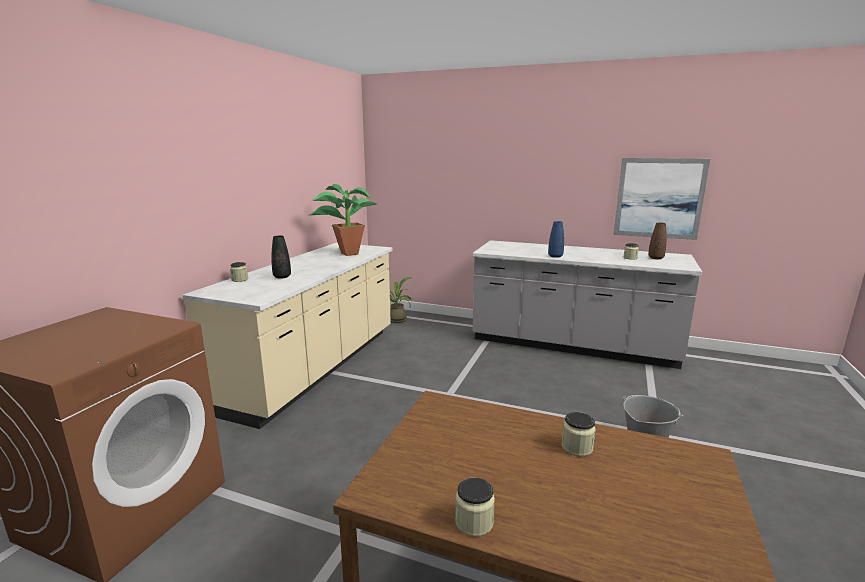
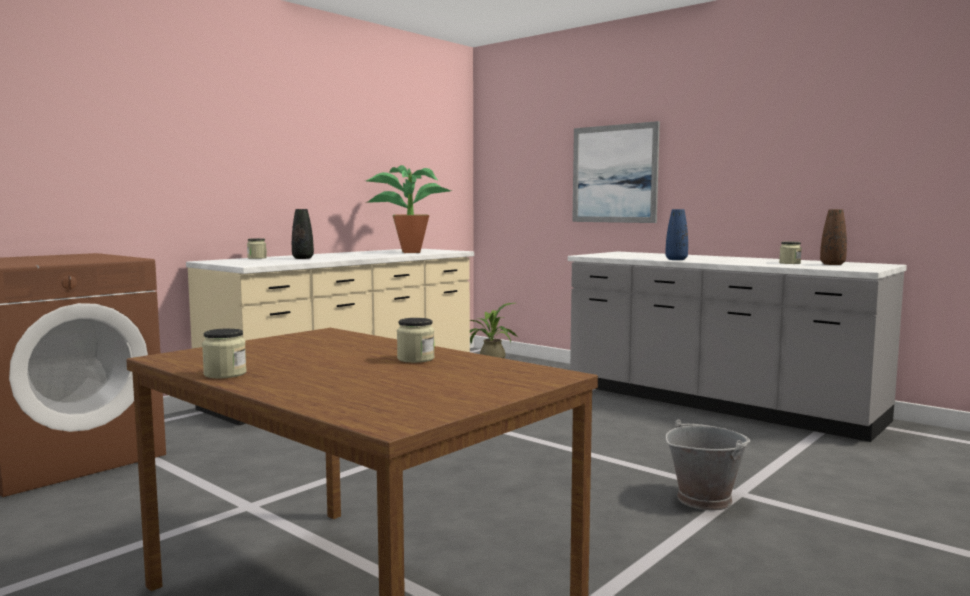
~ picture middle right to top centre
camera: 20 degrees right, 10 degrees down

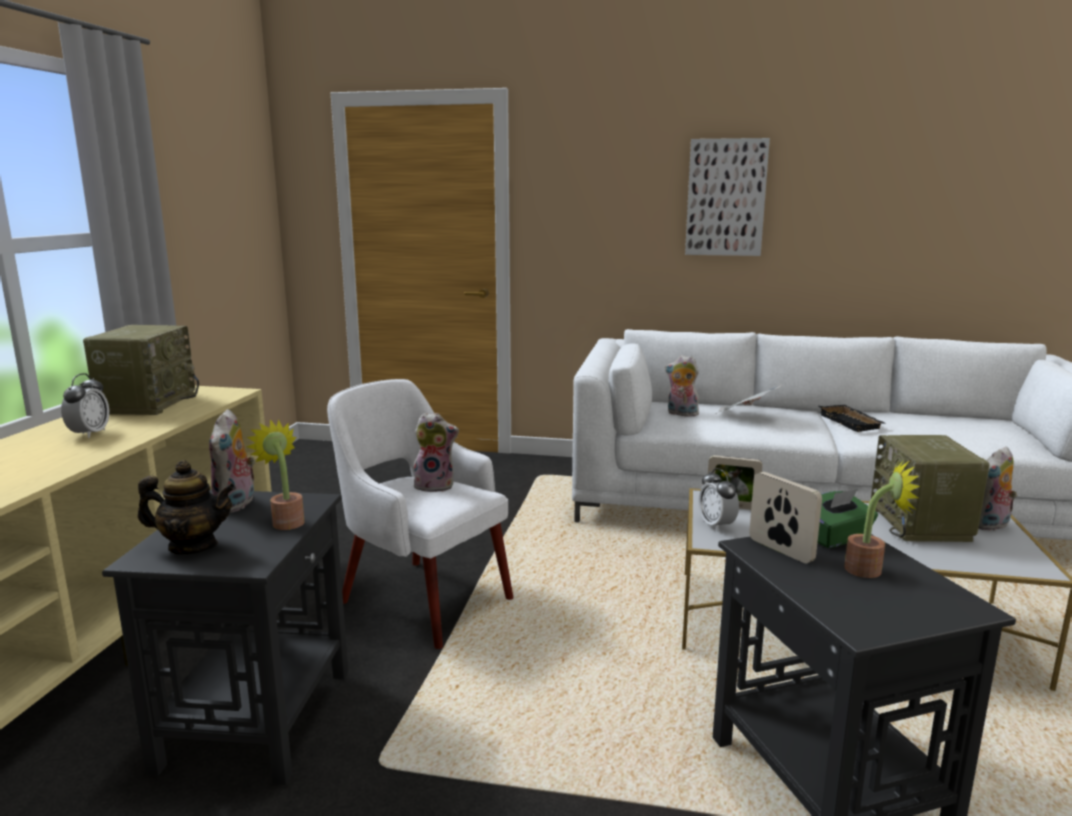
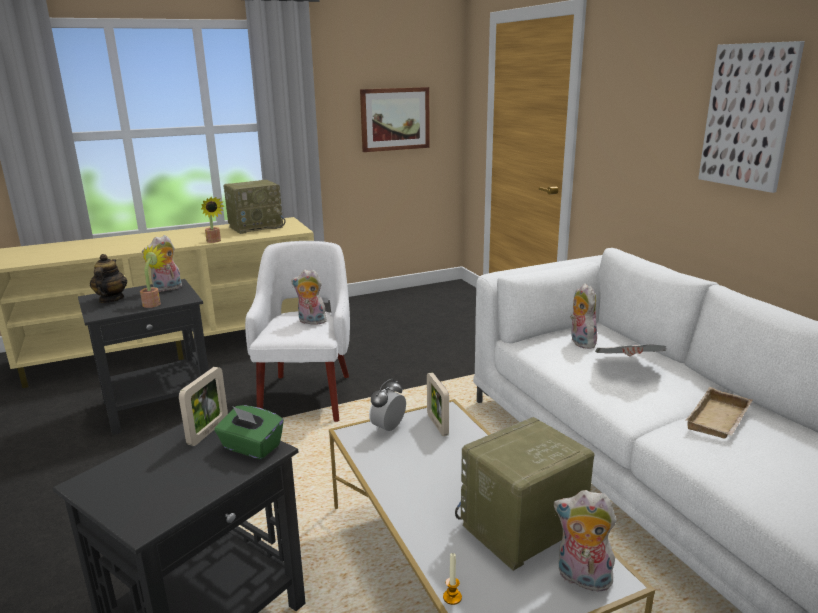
- alarm clock (no. 1 from left) middle left
+ picture (no. 1 from left) top centre
+ candle bottom centre
~ potted plant (no. 2 from left) middle right to middle left
~ black tray middle right to beige tray bottom right
~ teapot middle left = middle left 150 degrees counterclockwise
~ plush toy (no. 2 from left) centre = centre 135 degrees clockwise
camera: 55 degrees right, 5 degrees up

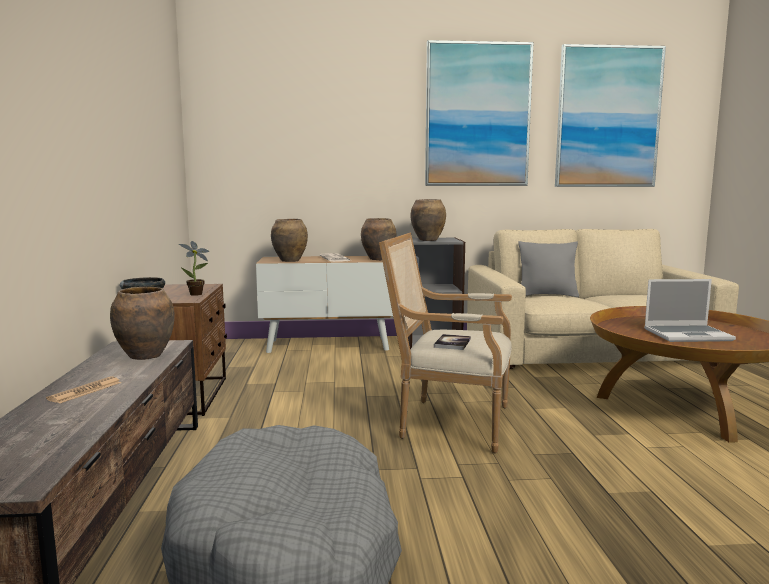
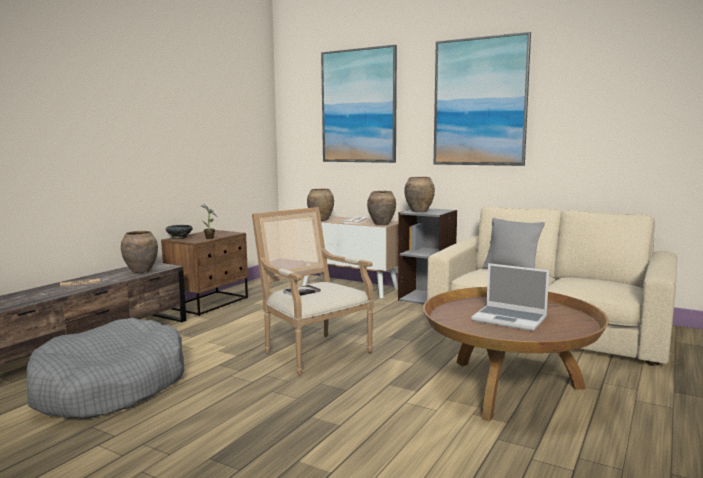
~ picture (no. 2 from left in the first image) top right to picture (no. 1 from left) top centre
camera: 35 degrees right, 0 degrees up

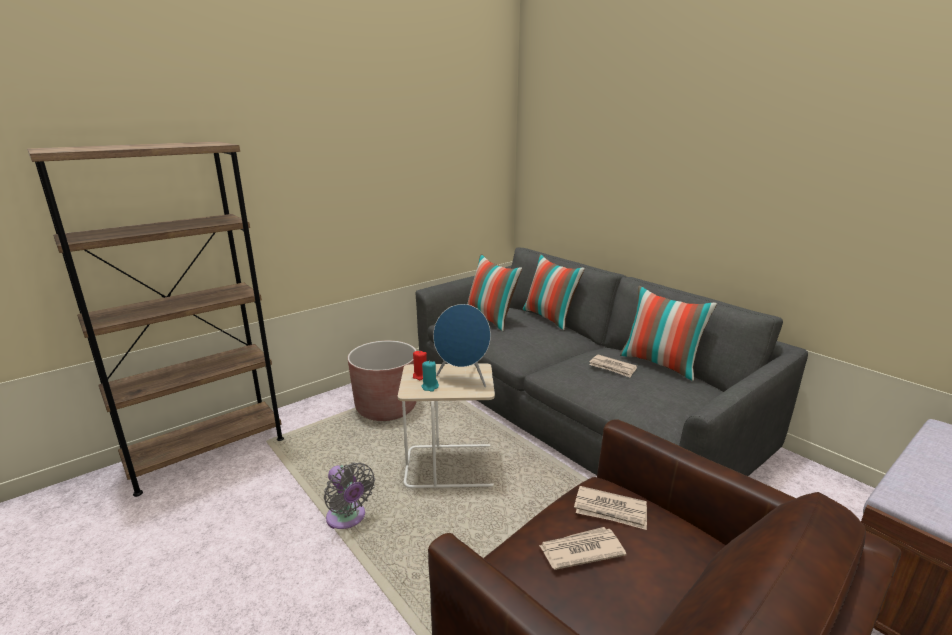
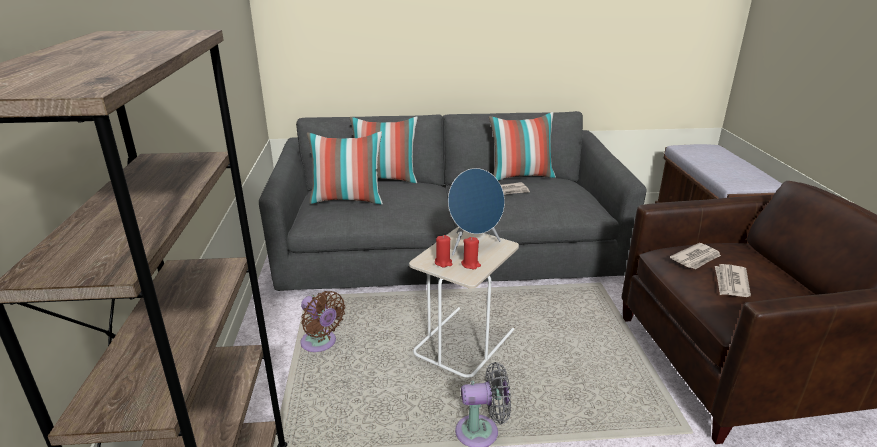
~ brown planter centre to brown fan bottom centre
~ turquoise candle centre to red candle (no. 2 from left) centre
camera: 55 degrees left, 5 degrees up

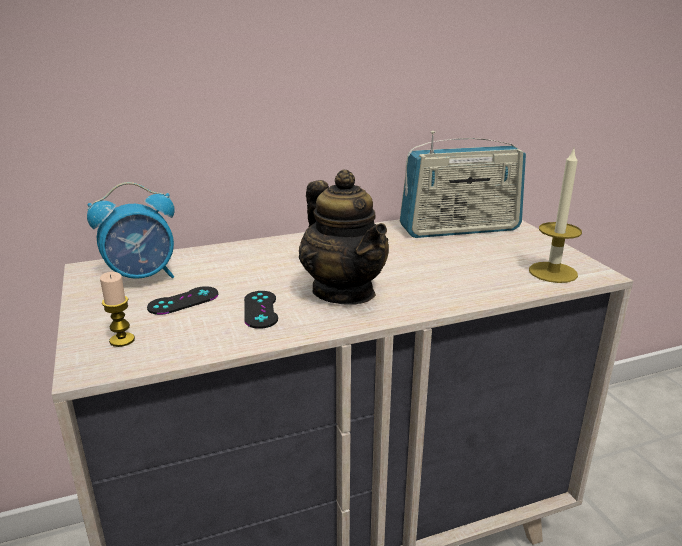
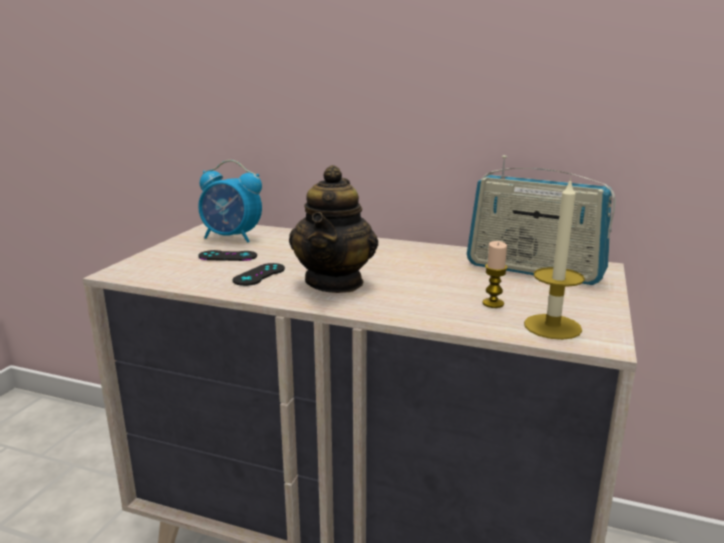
~ candle (no. 1 from left) middle left to middle right
camera: 40 degrees right, 5 degrees down

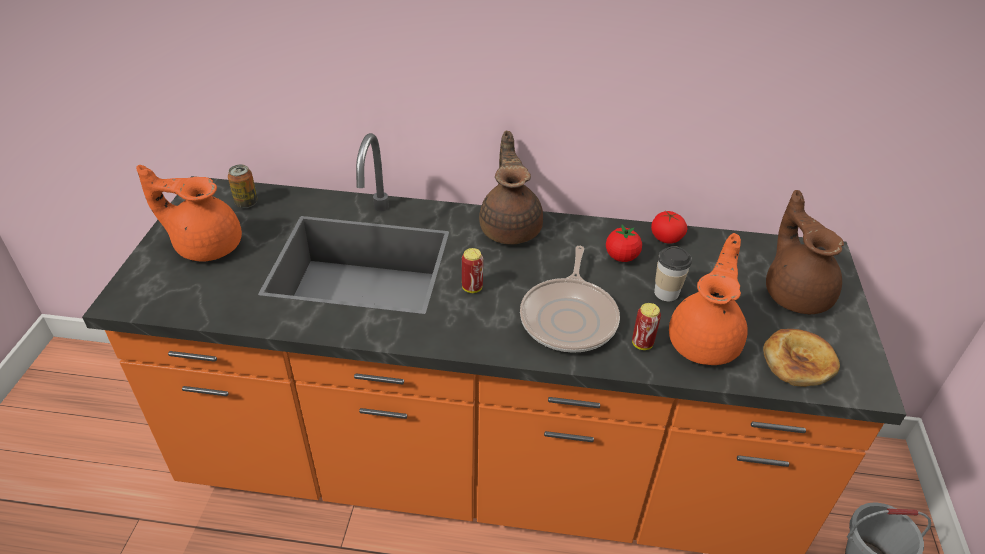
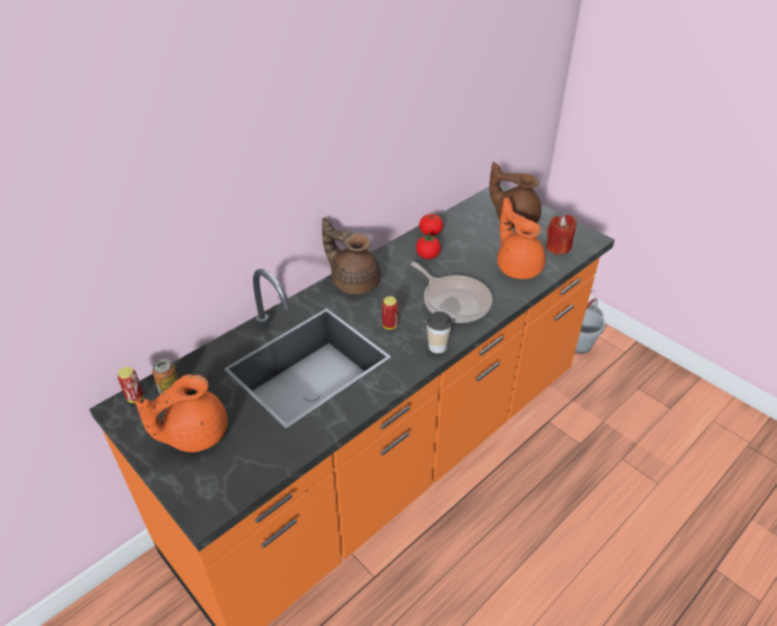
~ can (no. 3 from left in the first image) centre to can (no. 1 from left) middle left
~ cup middle right to centre
~ bread middle right to red candle middle right
camera: 50 degrees left, 0 degrees up

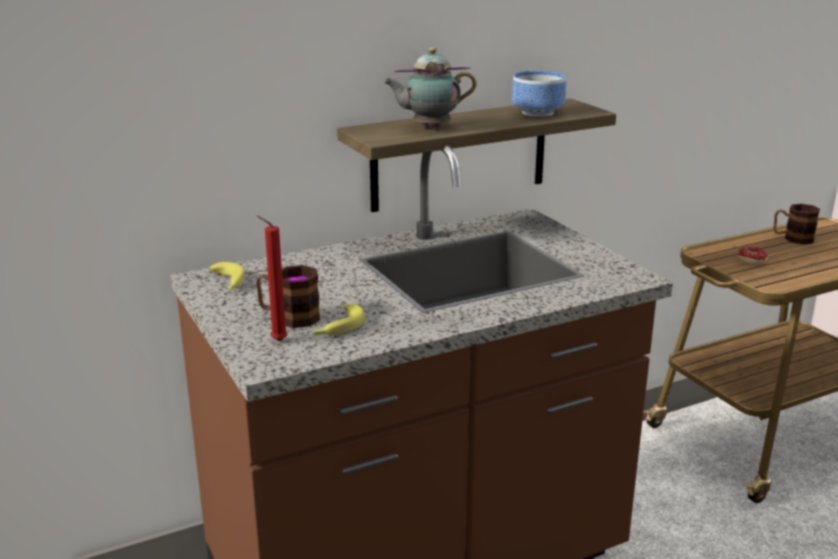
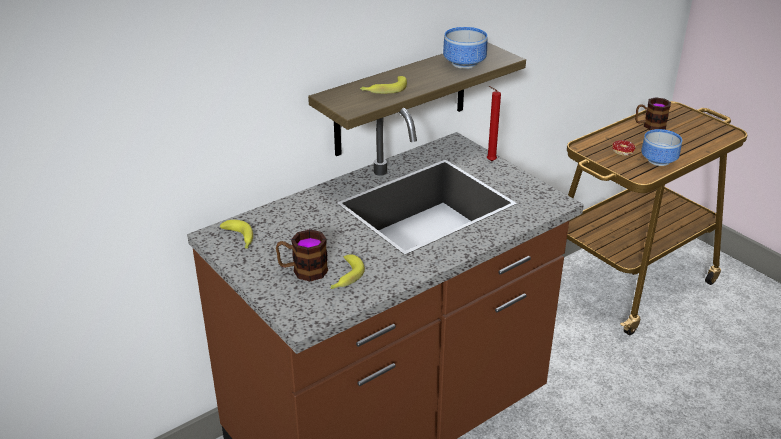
+ bowl (no. 2 from left) middle right
~ red candle middle left to top centre
~ teapot top centre to banana (no. 3 from left) top centre
camera: 10 degrees left, 10 degrees up

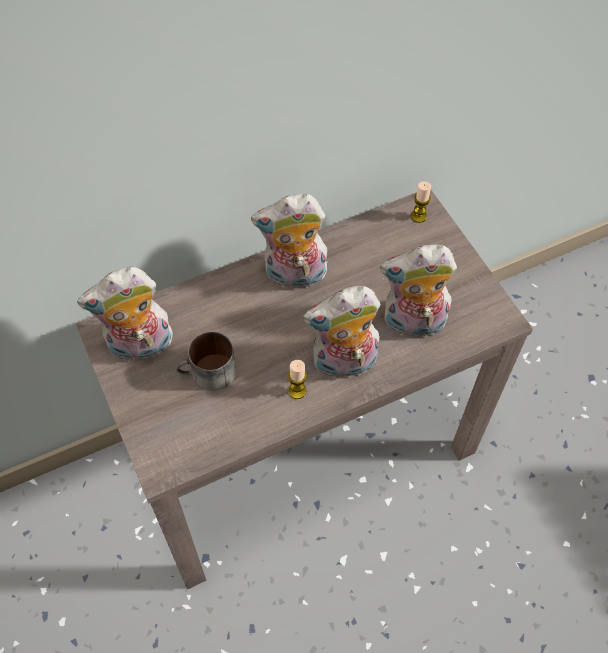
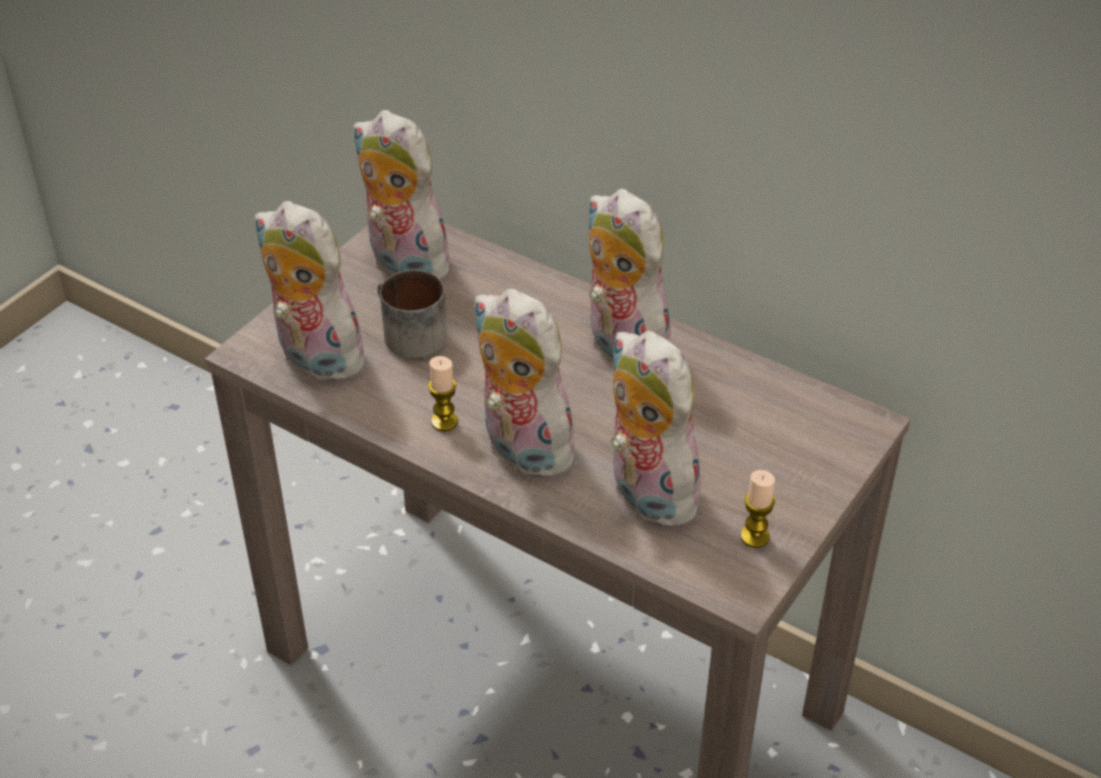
+ plush toy (no. 1 from left) middle left
~ candle (no. 2 from left) top right to middle right
camera: 60 degrees right, 15 degrees down

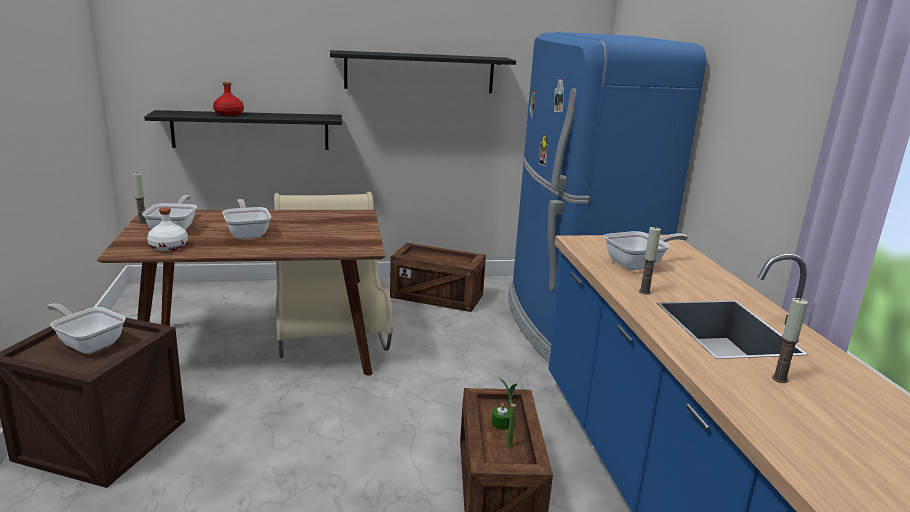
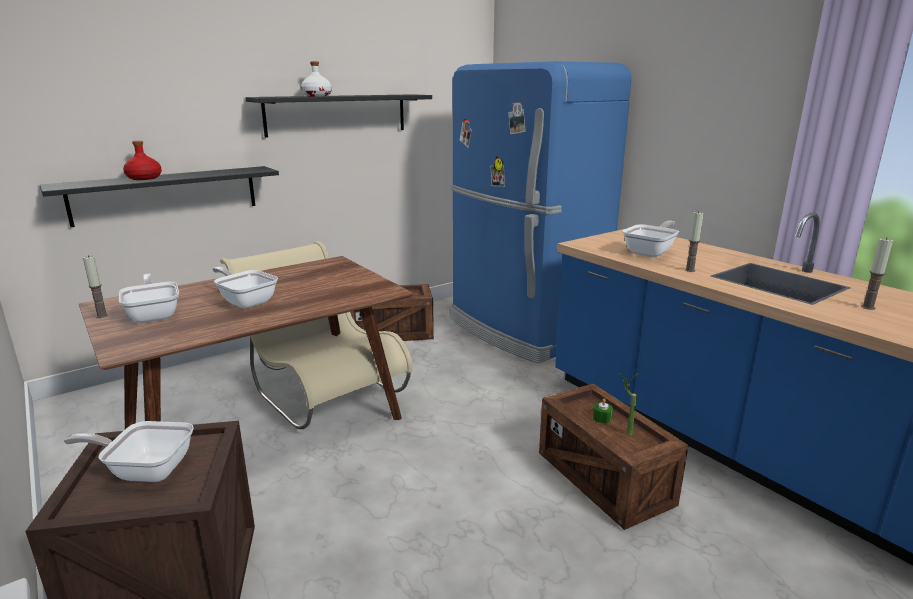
~ white bottle middle left to top centre
camera: 25 degrees left, 0 degrees up

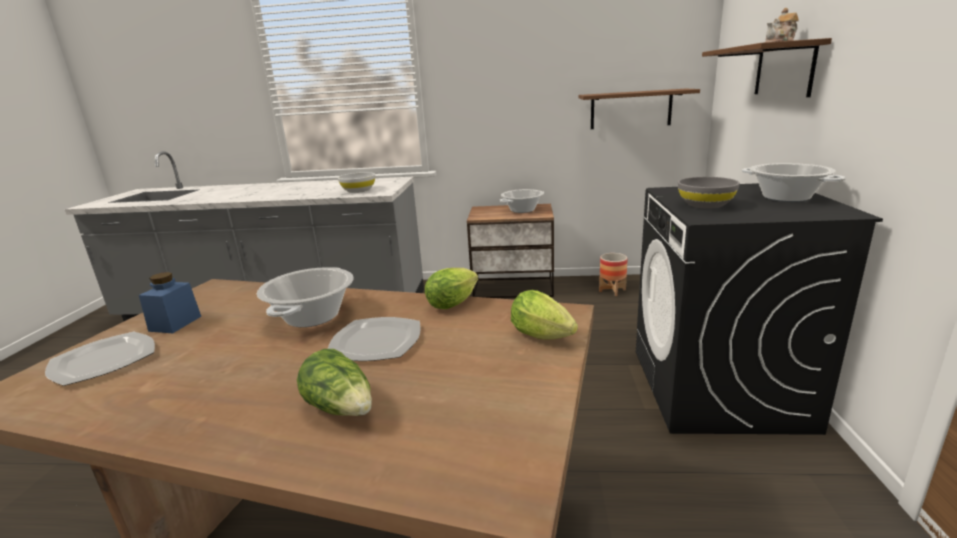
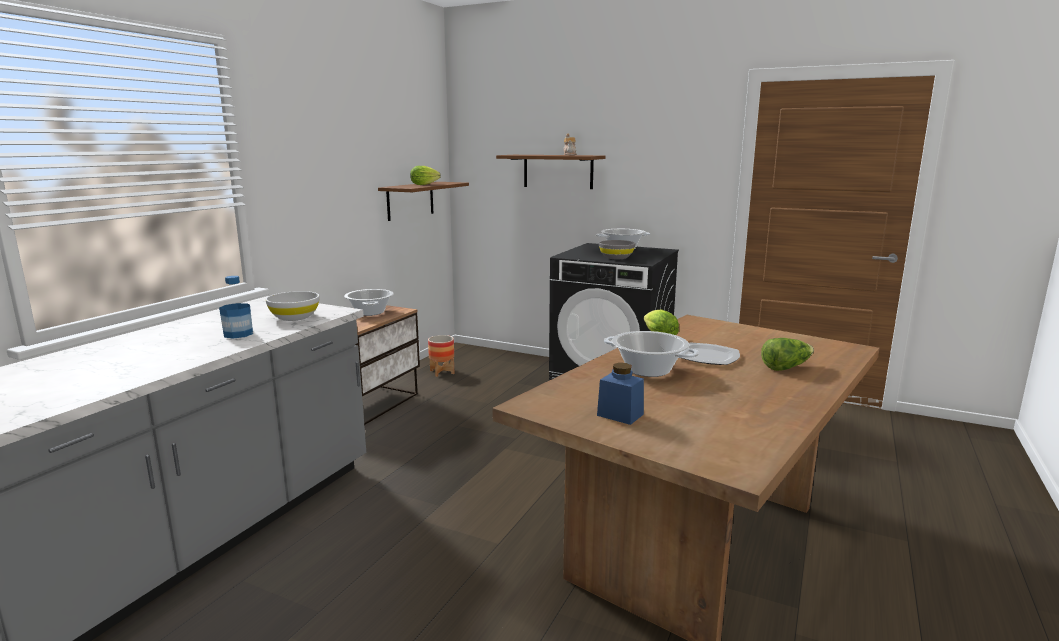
- plate (no. 1 from left) bottom left
+ bottle middle left
~ lettuce (no. 3 from left in the first image) centre to lettuce (no. 1 from left) top centre
camera: 70 degrees left, 5 degrees down

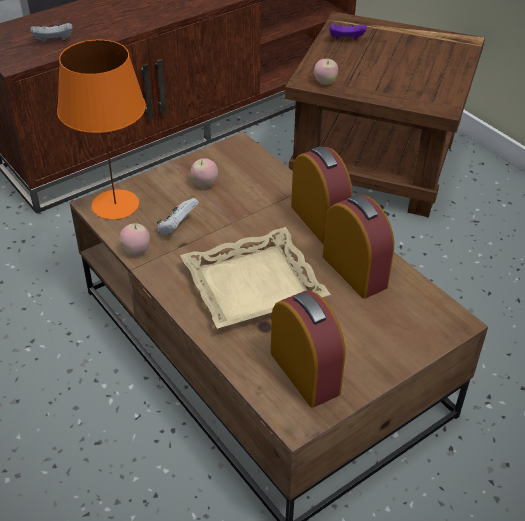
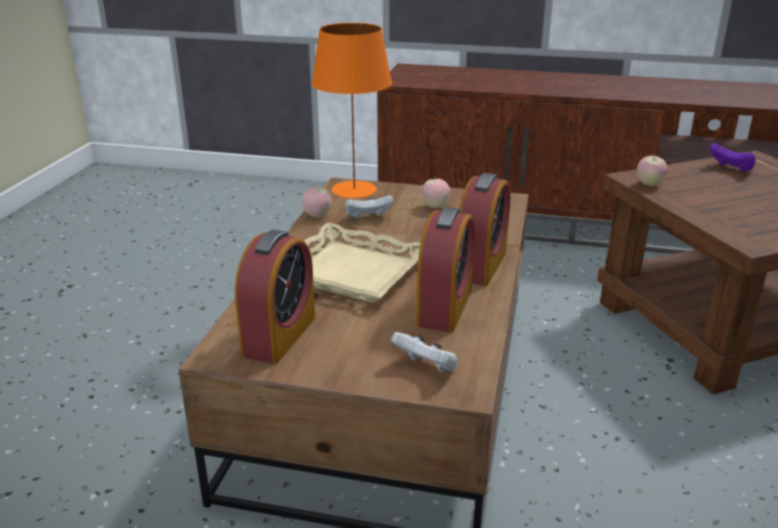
~ white game controller (no. 1 from left in the first image) top left to white game controller (no. 2 from left) bottom centre
camera: 50 degrees right, 15 degrees down

